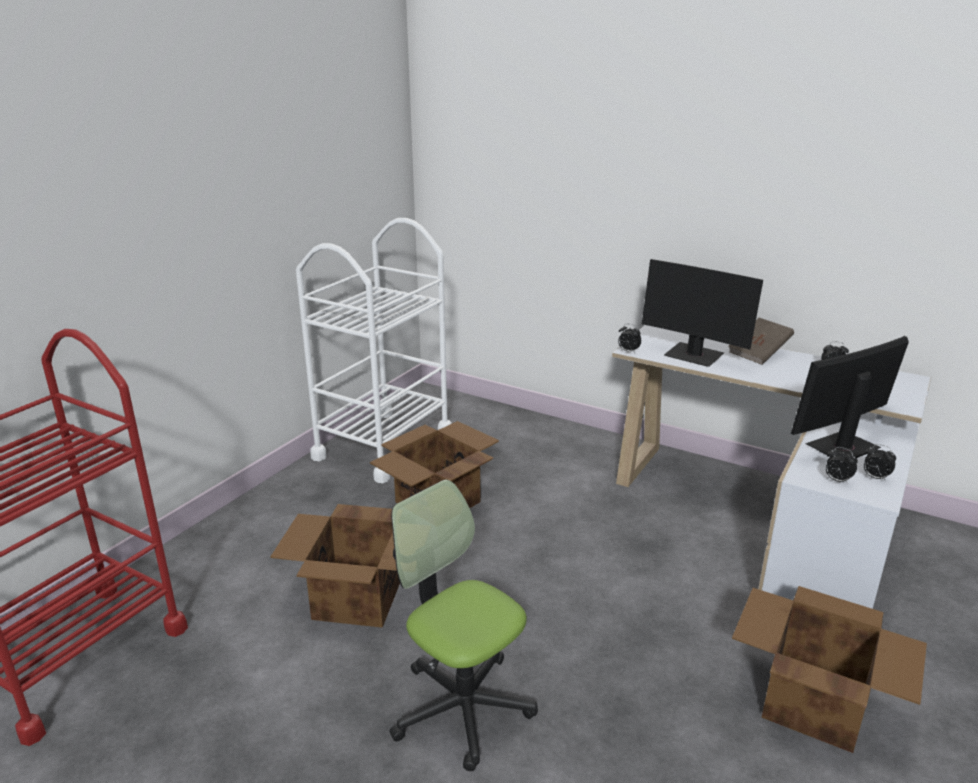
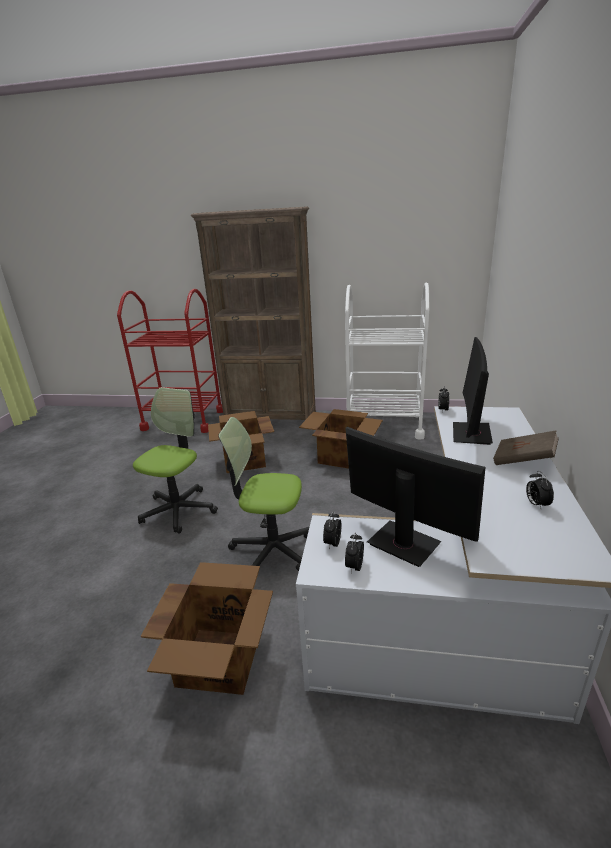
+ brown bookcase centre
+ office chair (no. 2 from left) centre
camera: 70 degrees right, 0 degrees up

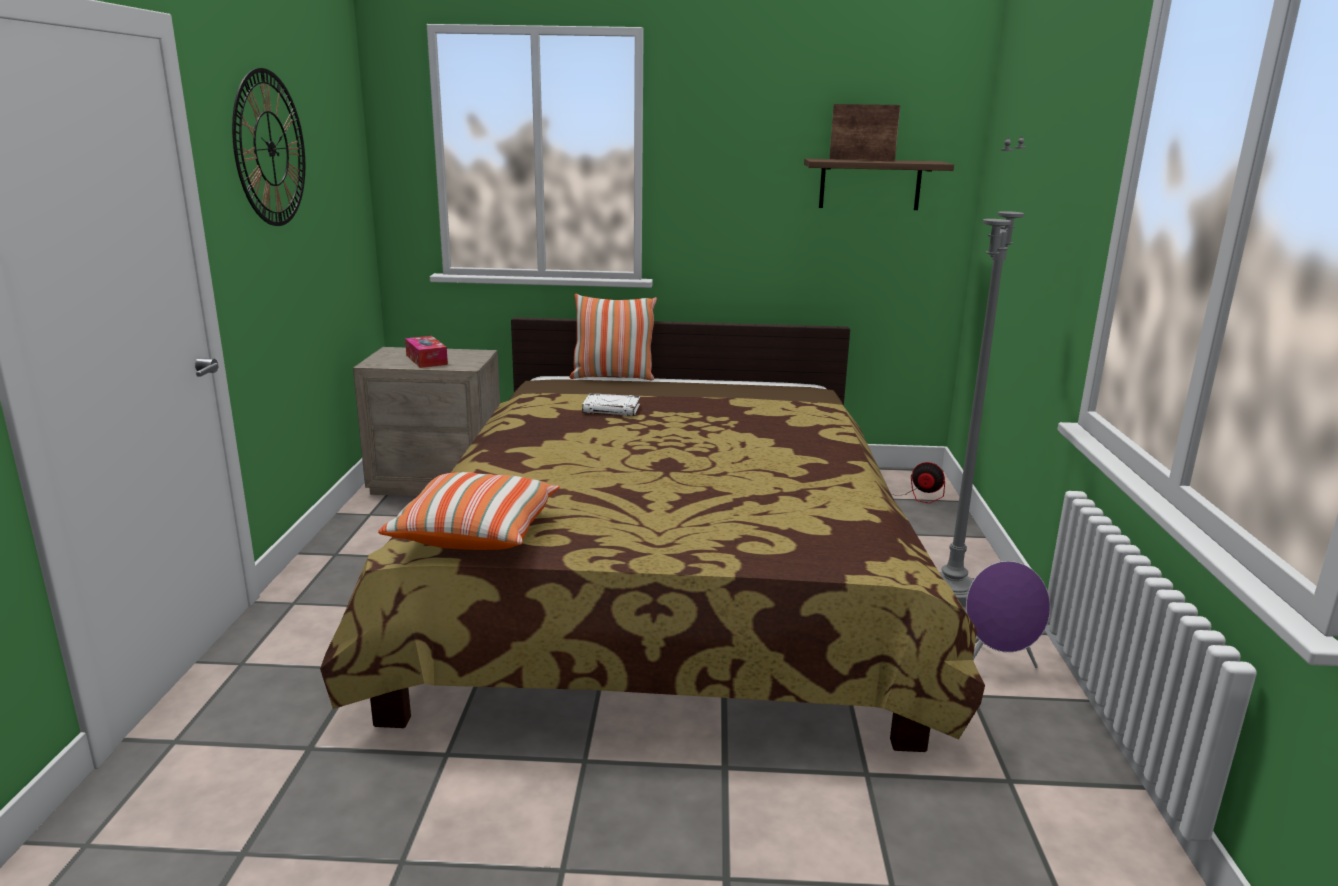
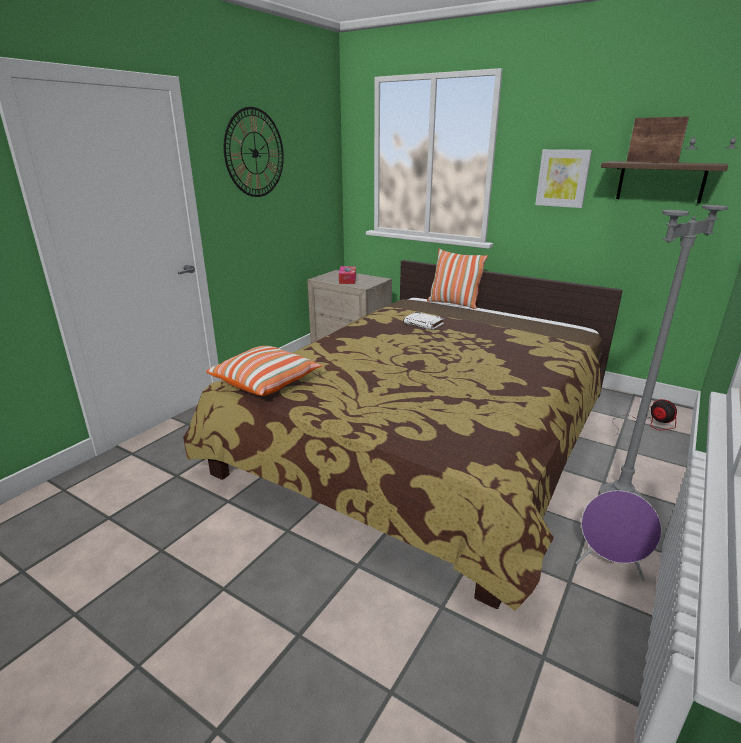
+ picture top right
camera: 30 degrees right, 5 degrees up

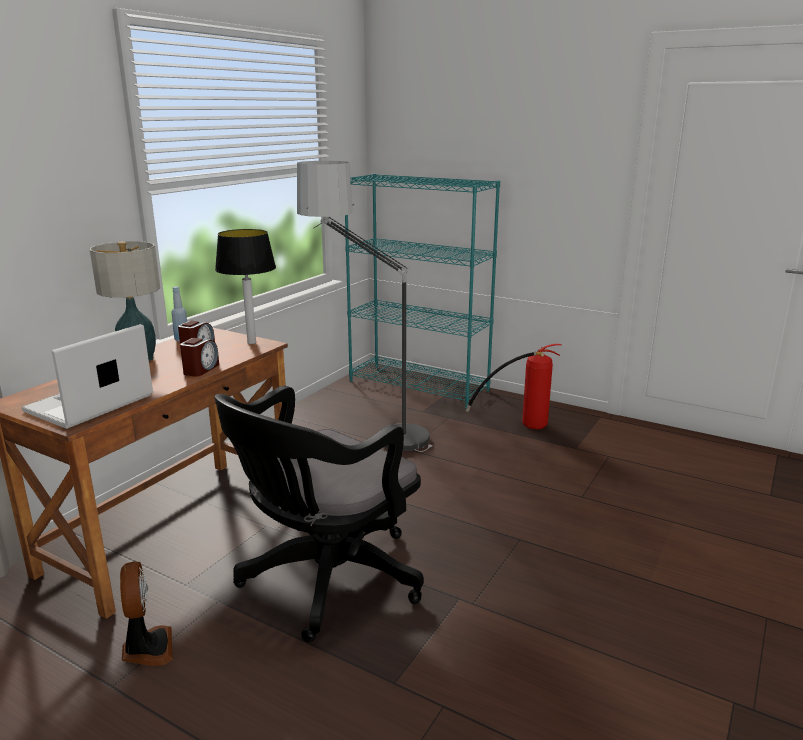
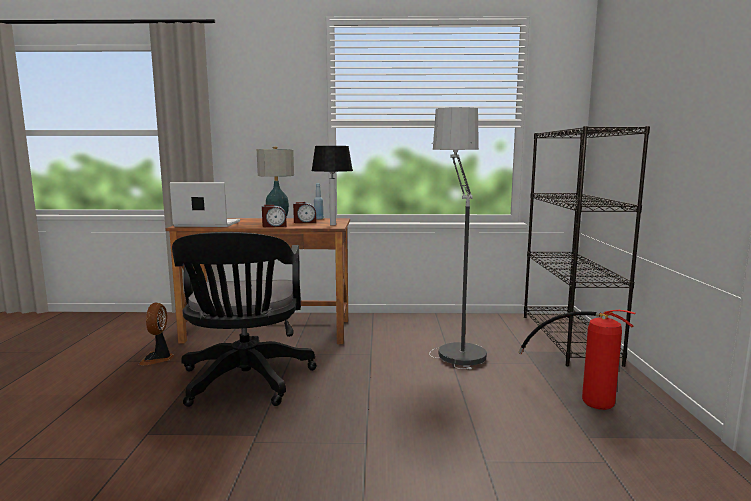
~ turquoise bookcase centre to black bookcase middle right
~ fan bottom left = middle left 135 degrees clockwise
~ black office chair bottom centre = middle left 105 degrees counterclockwise
camera: 60 degrees right, 10 degrees down

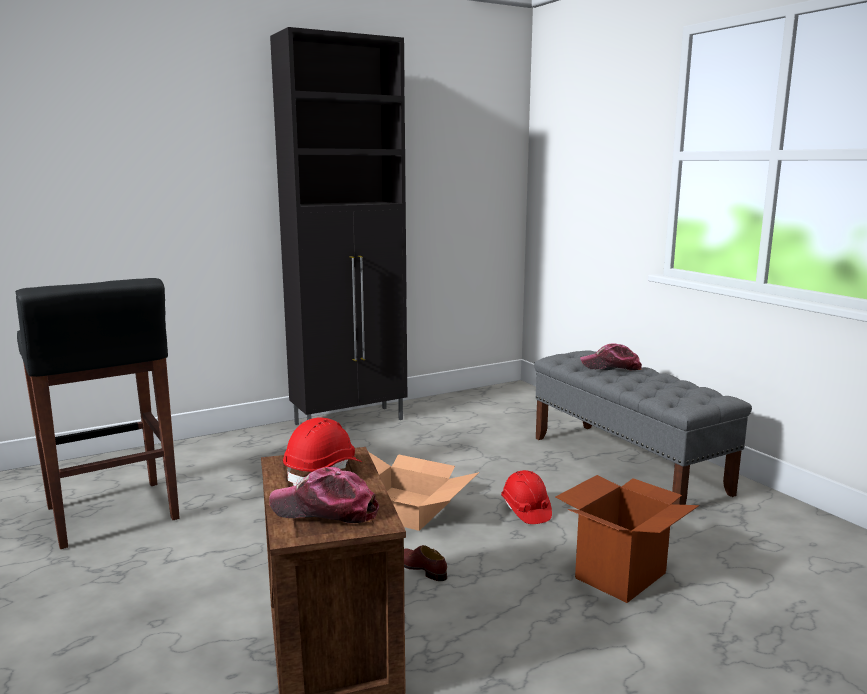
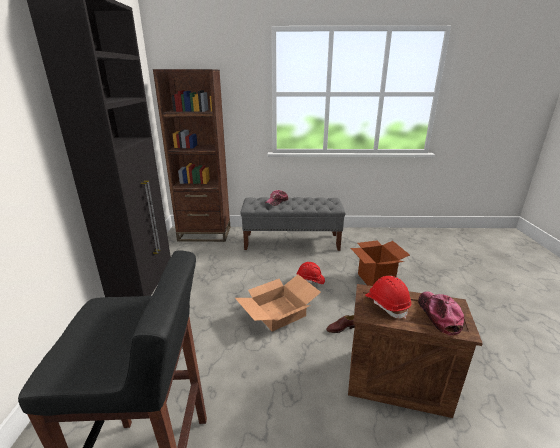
+ brown bookcase centre
~ cap (no. 1 from left in the first image) bottom centre = bottom right 135 degrees clockwise
camera: 60 degrees left, 10 degrees up

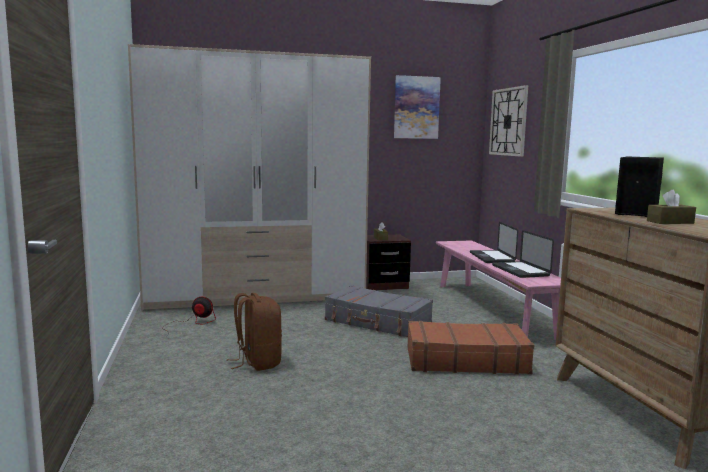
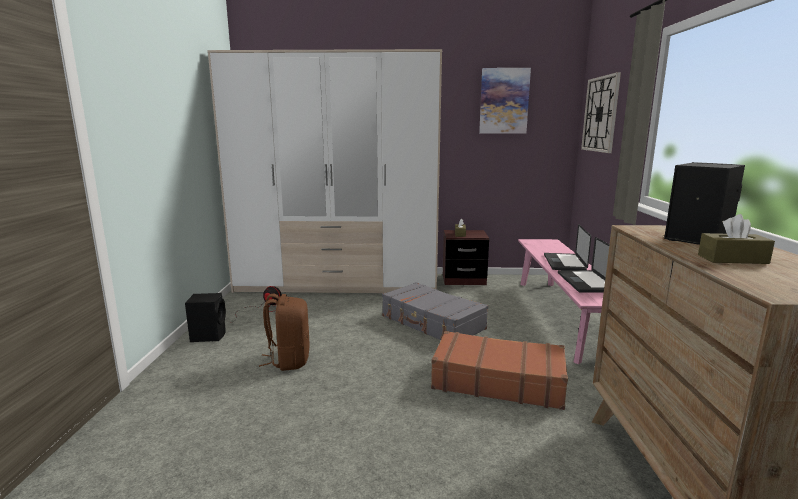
+ black speaker (no. 1 from left) middle left
camera: 15 degrees right, 5 degrees up

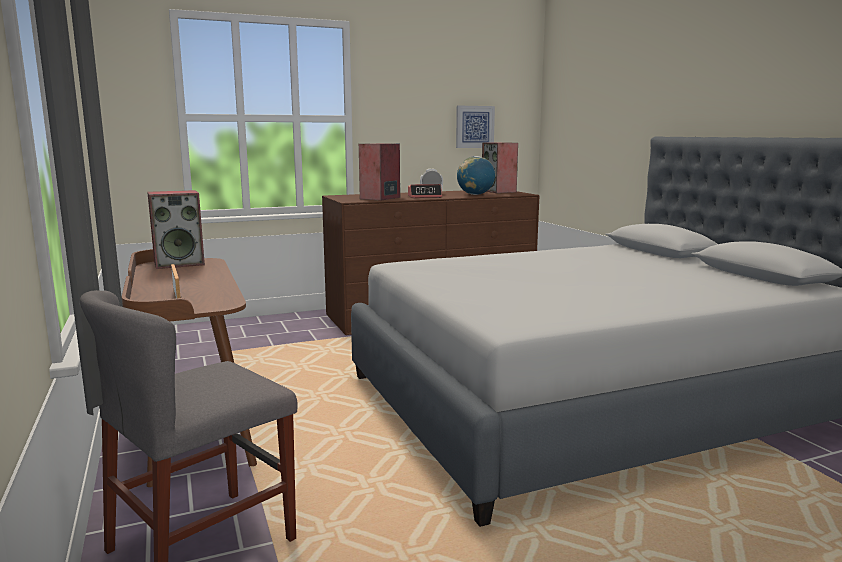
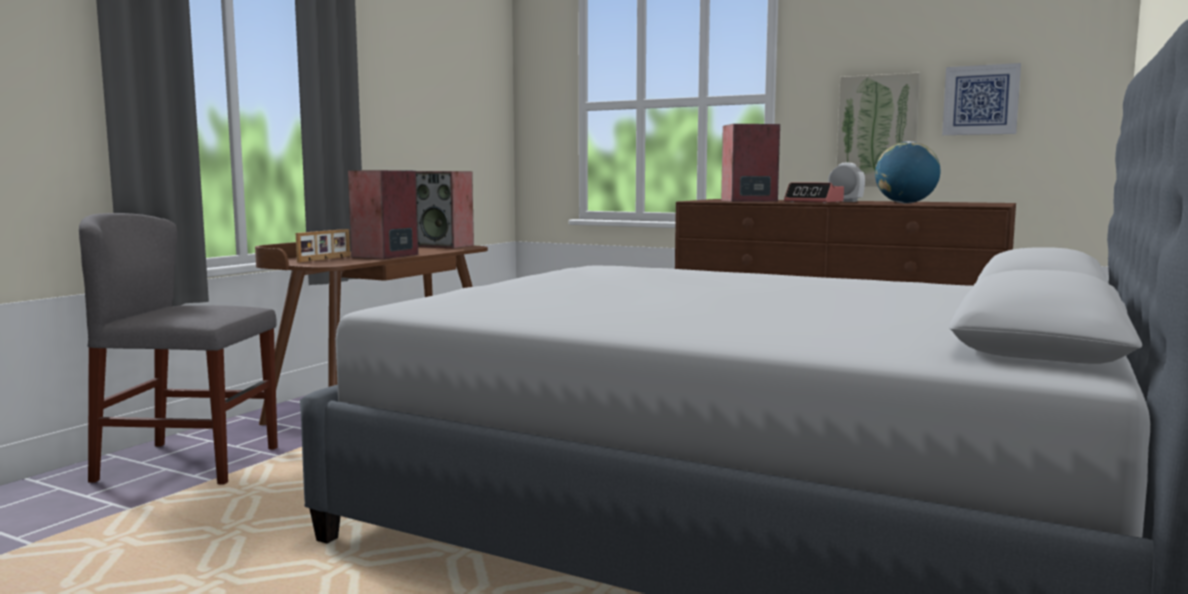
+ picture (no. 1 from left) top right
~ speaker (no. 3 from left in the first image) top centre to speaker (no. 1 from left) middle left
camera: 50 degrees right, 5 degrees down

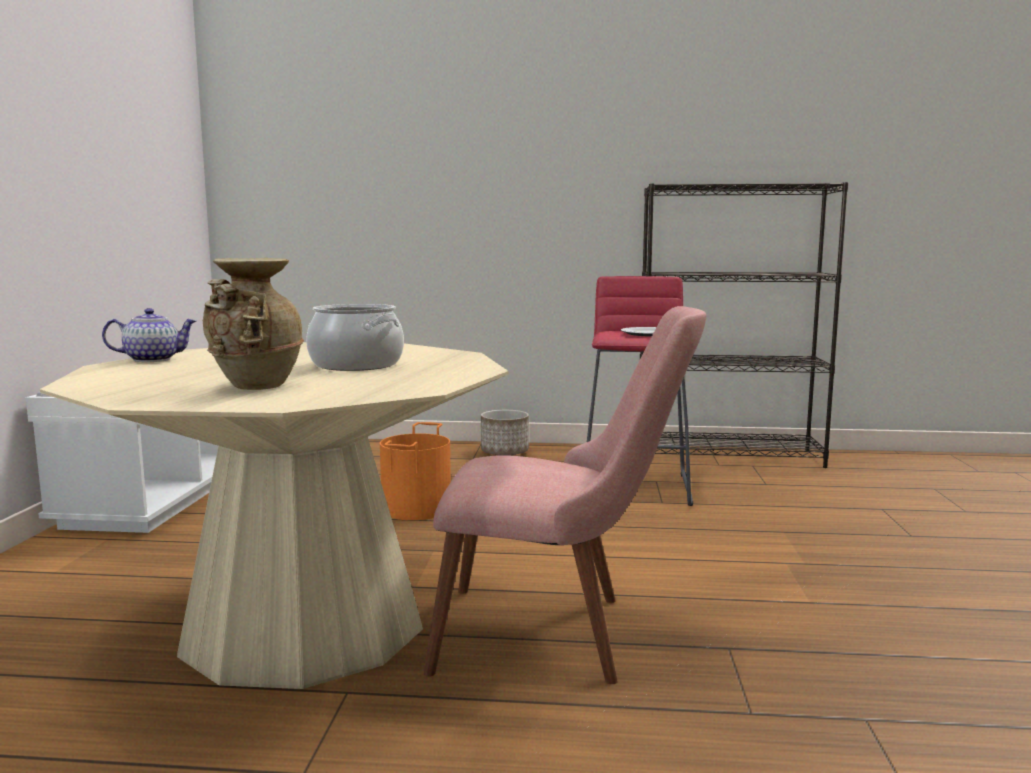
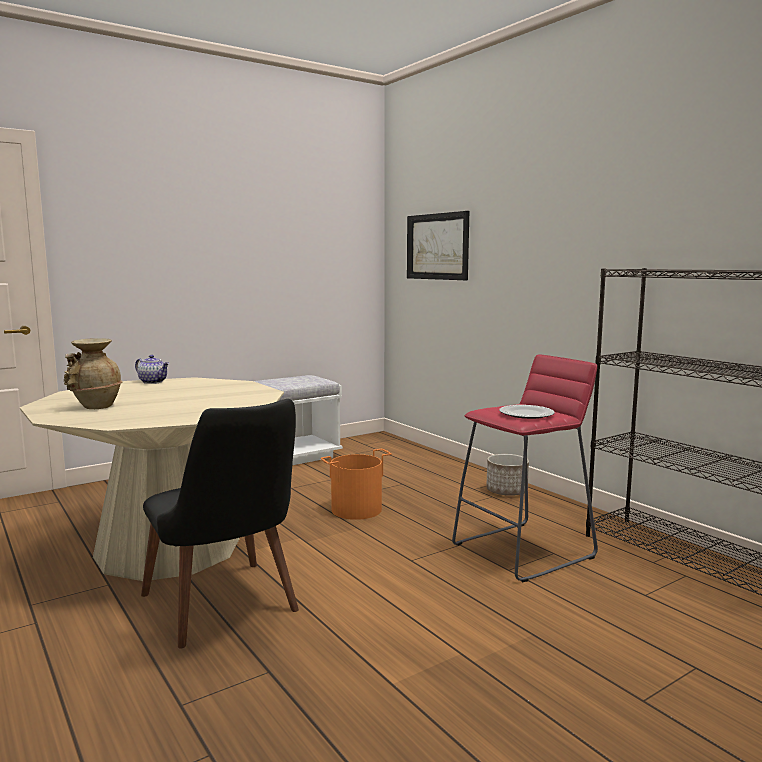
- cooking pot centre
+ picture top centre
~ pink chair centre to black chair bottom left
camera: 50 degrees right, 0 degrees up

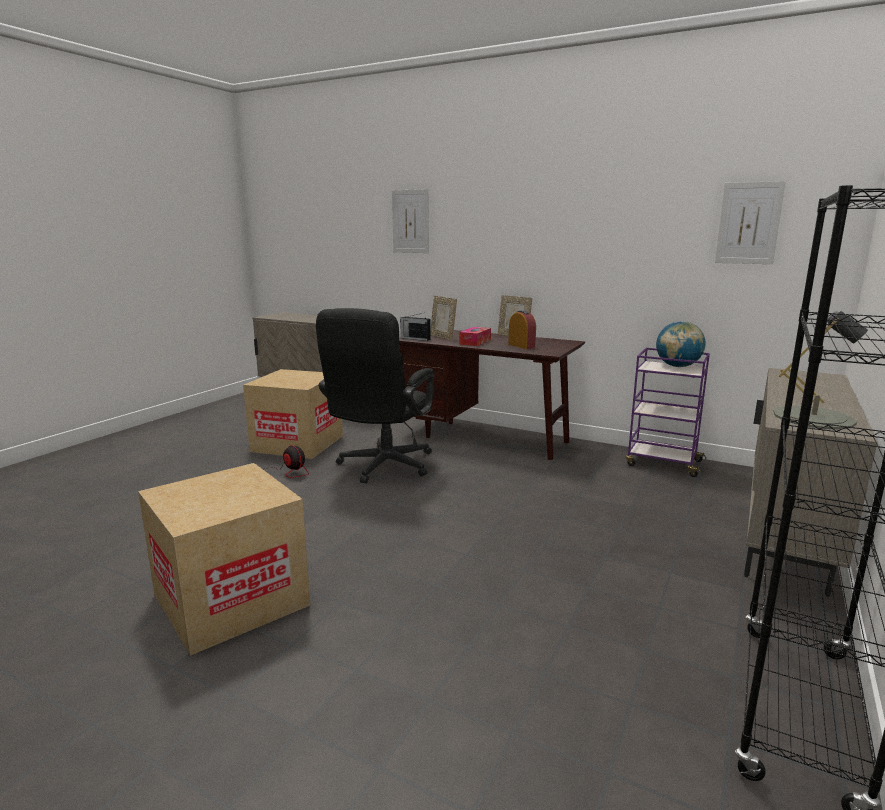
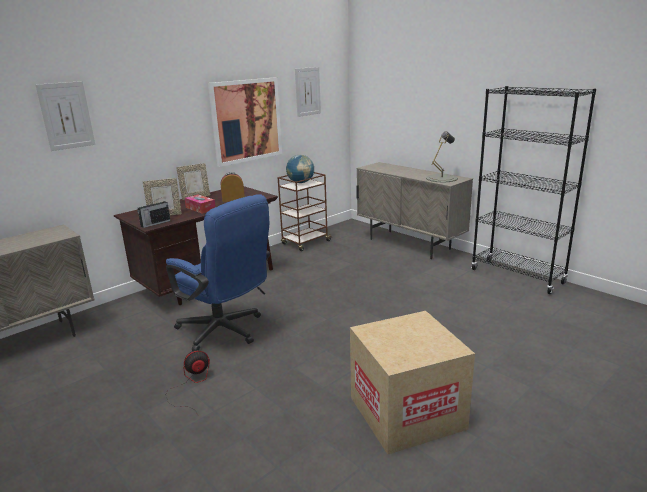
- cardboard box (no. 2 from left) middle left
+ picture (no. 2 from left) top centre
~ black office chair centre to blue office chair centre
~ purple cart middle right to brown cart centre
camera: 70 degrees left, 5 degrees up

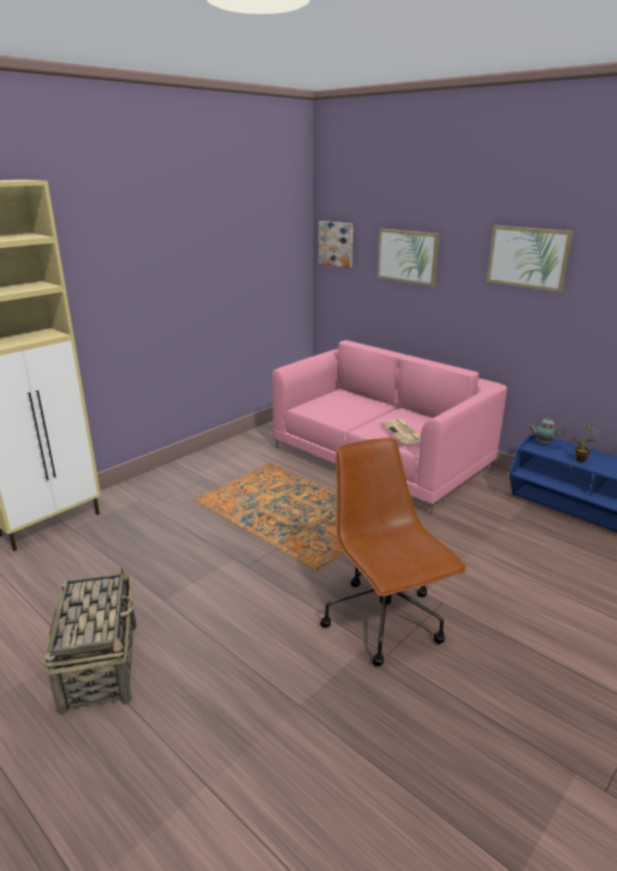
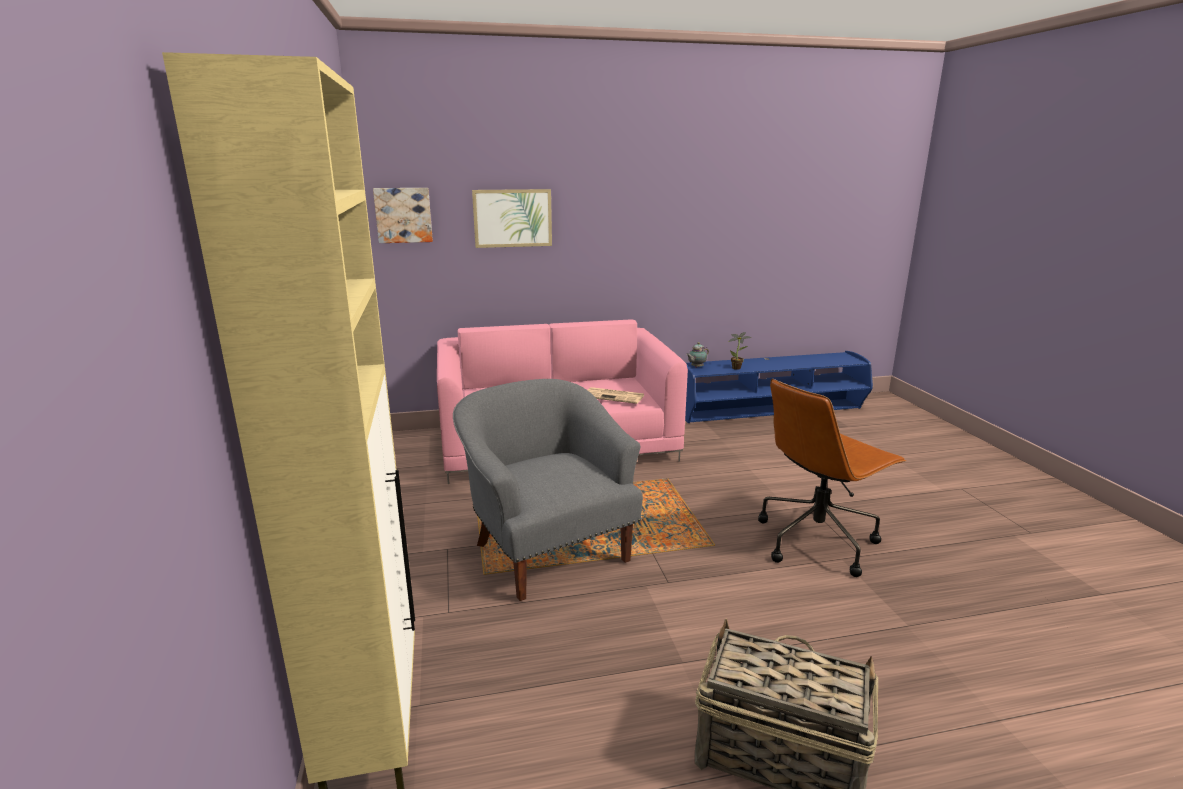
- picture (no. 3 from left) top right
+ grey armchair centre
~ brown office chair centre = middle right 45 degrees counterclockwise
camera: 55 degrees left, 5 degrees down

